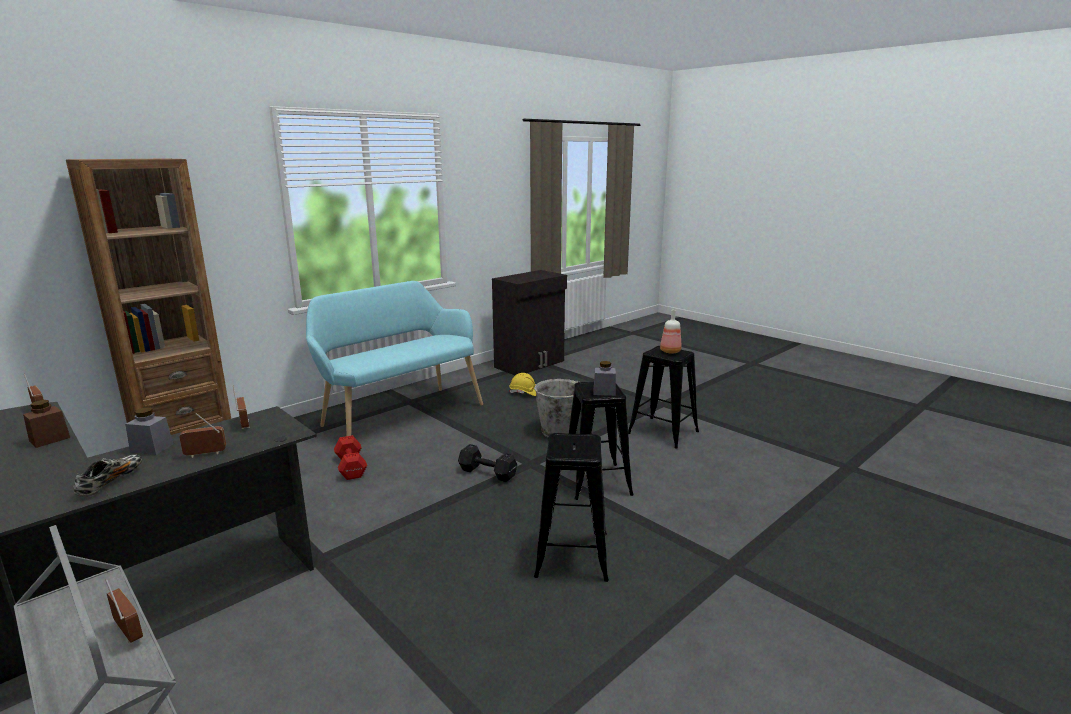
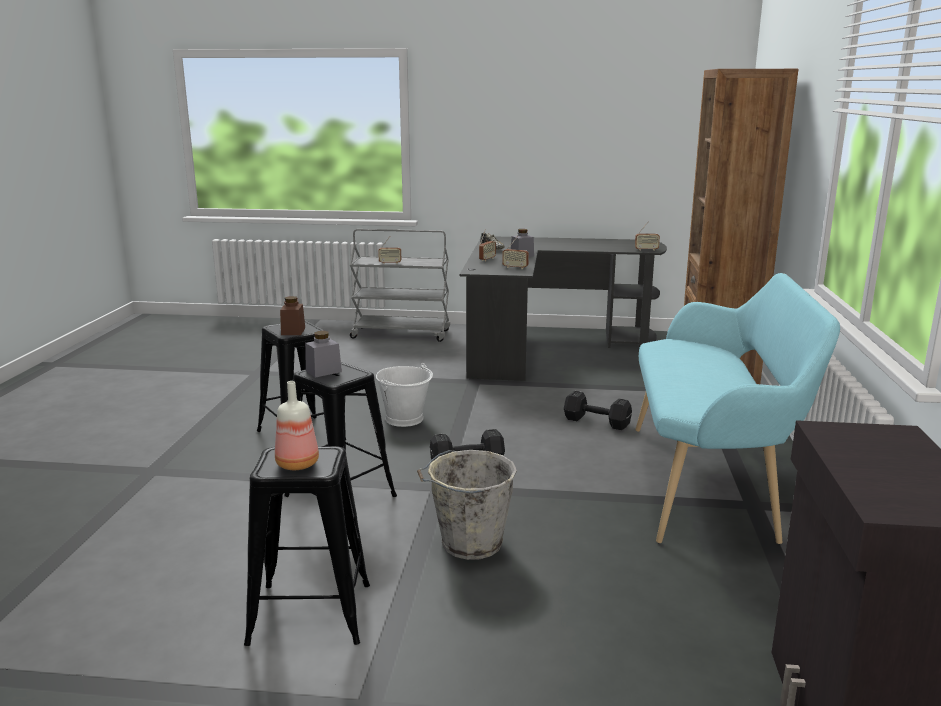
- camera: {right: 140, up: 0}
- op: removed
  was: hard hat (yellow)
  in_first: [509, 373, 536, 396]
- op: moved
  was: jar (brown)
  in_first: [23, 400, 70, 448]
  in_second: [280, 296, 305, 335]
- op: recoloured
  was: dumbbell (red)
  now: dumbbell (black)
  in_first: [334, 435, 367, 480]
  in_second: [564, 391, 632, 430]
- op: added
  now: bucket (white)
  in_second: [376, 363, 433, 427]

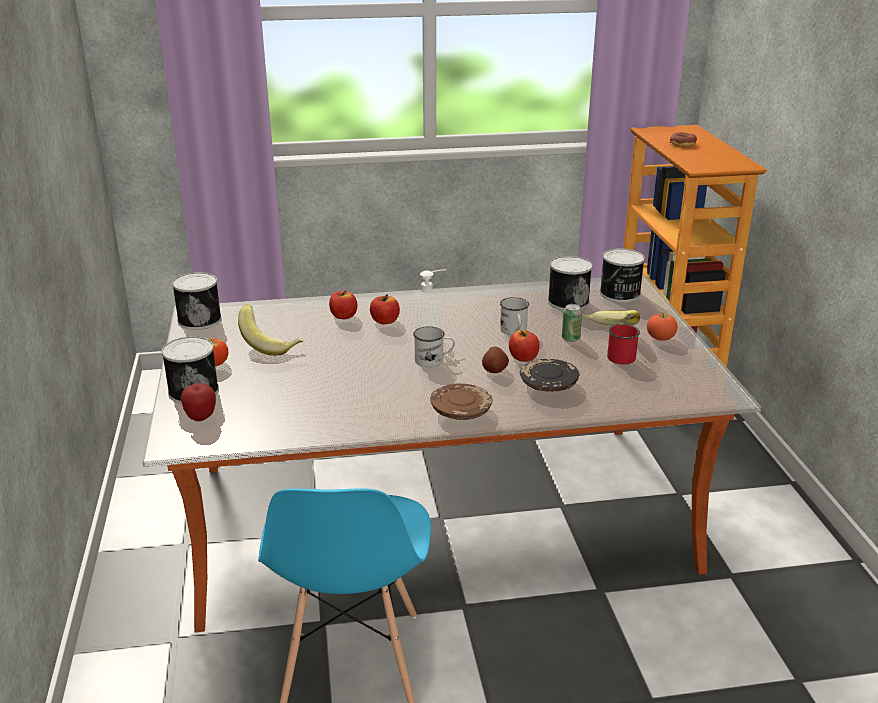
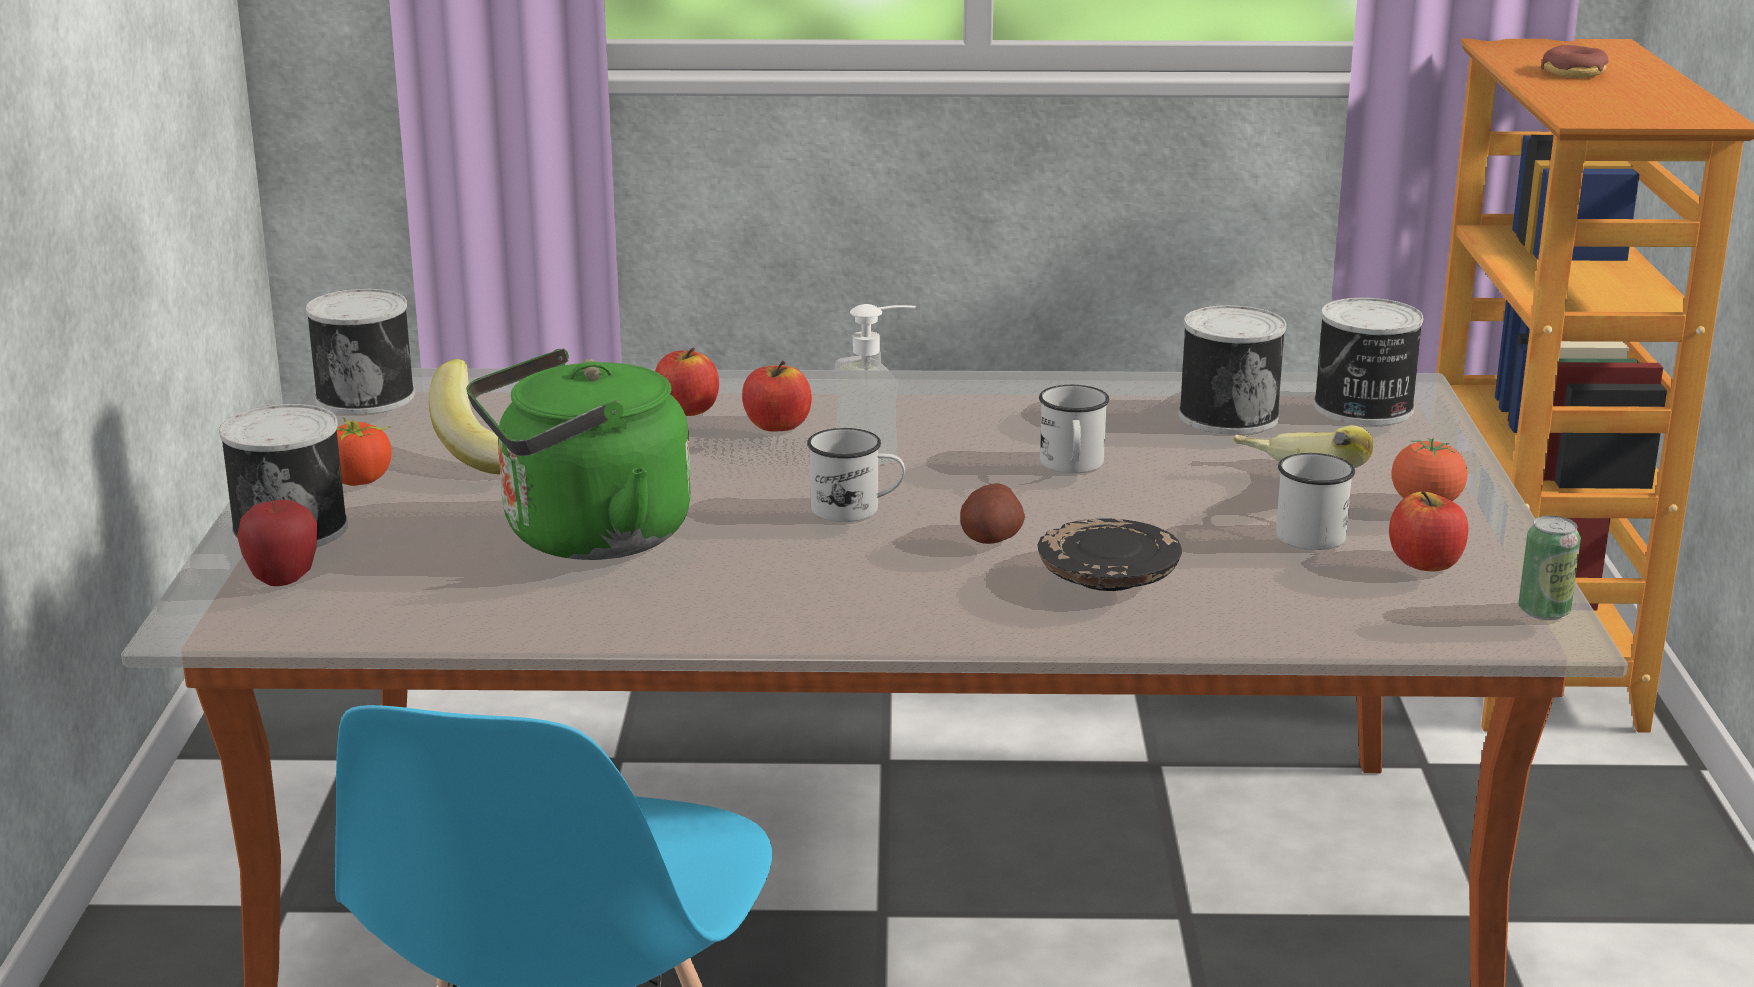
- camera: {right: 10, up: -5}
- op: moved
  was: can
  in_first: [562, 304, 582, 342]
  in_second: [1518, 515, 1581, 620]
- op: recoloured
  was: mug (red)
  now: mug (white)
  in_first: [607, 324, 640, 364]
  in_second: [1276, 453, 1355, 550]
- op: moved
  was: apple
  in_first: [509, 330, 539, 362]
  in_second: [1389, 491, 1468, 571]
- op: removed
  was: plate (brown)
  in_first: [430, 384, 493, 420]
- op: added
  now: kettle (green)
  in_second: [466, 348, 691, 560]

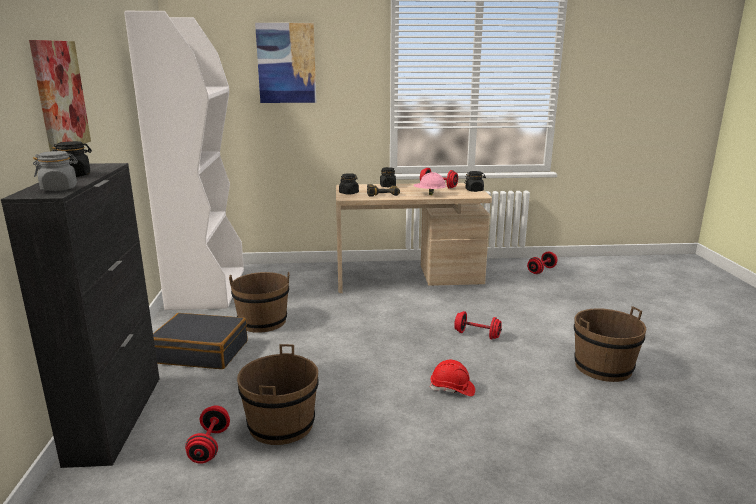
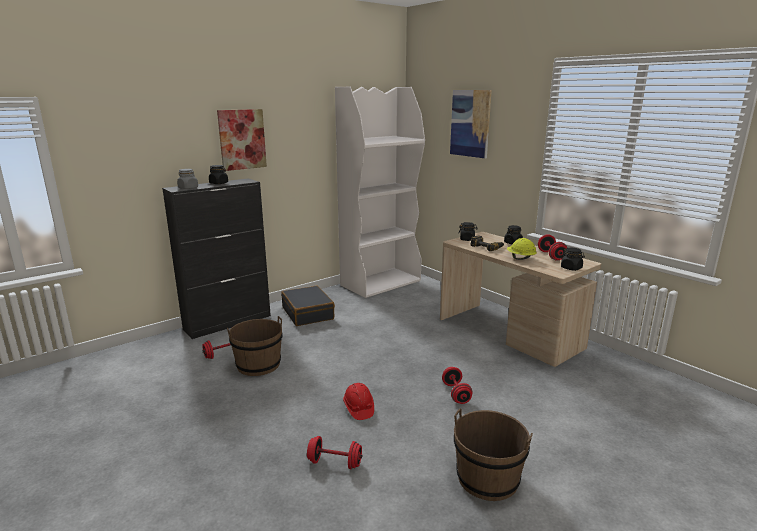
- camera: {right: 55, up: 0}
- op: recoloured
  was: hard hat (pink)
  now: hard hat (yellow)
  in_first: [413, 172, 447, 195]
  in_second: [507, 238, 537, 260]
- op: moved
  was: dumbbell (red)
  in_first: [527, 252, 557, 274]
  in_second: [307, 436, 362, 469]
- op: removed
  was: bucket (brown)
  in_first: [229, 272, 289, 333]

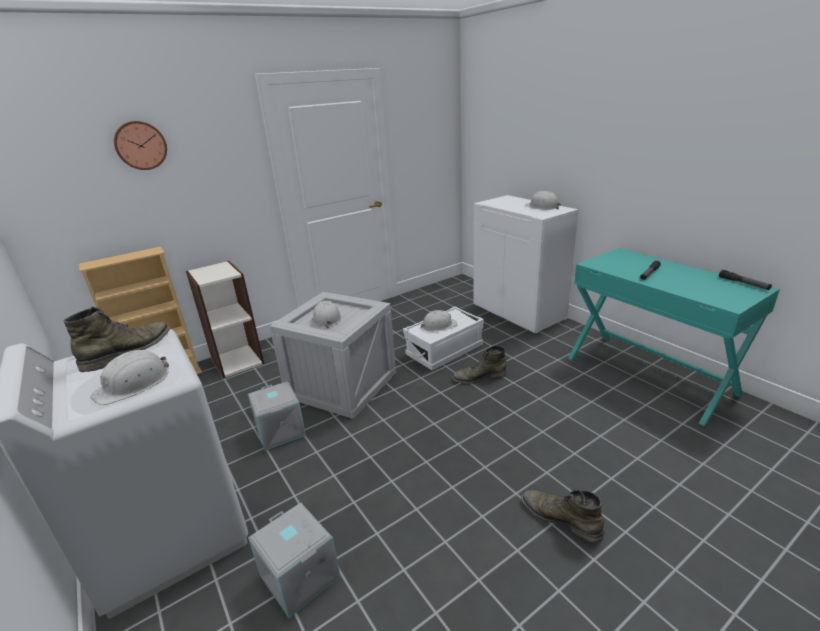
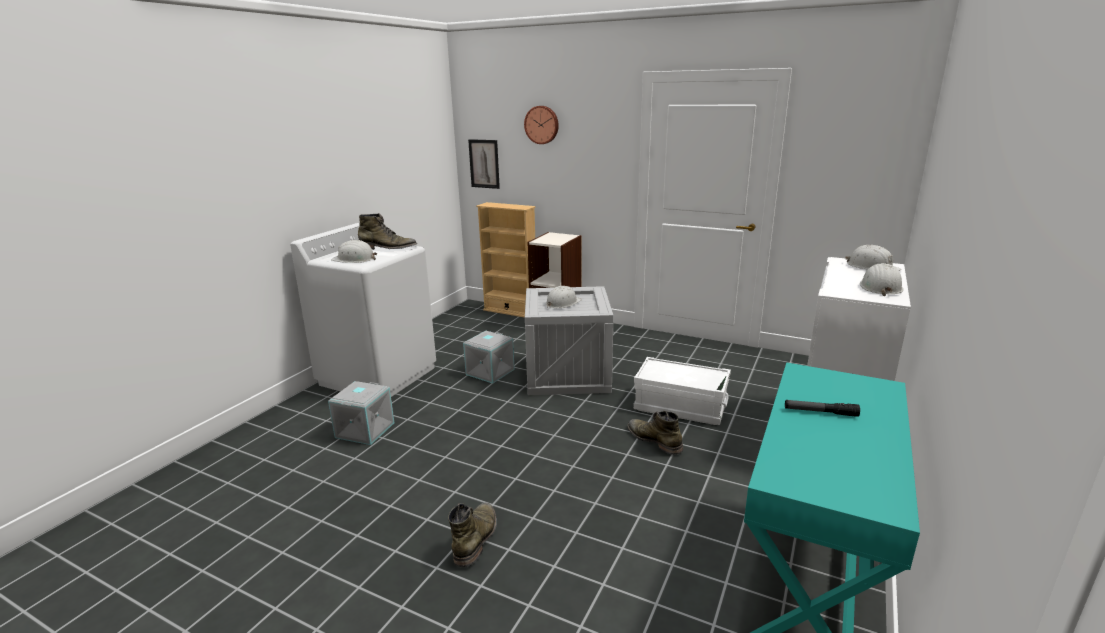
- camera: {right: 60, up: -5}
- op: removed
  was: flashlight
  in_first: [719, 270, 772, 290]
- op: moved
  was: hard hat (white)
  in_first: [421, 310, 458, 331]
  in_second: [845, 245, 901, 271]
- op: added
  now: picture
  in_second: [468, 139, 500, 189]

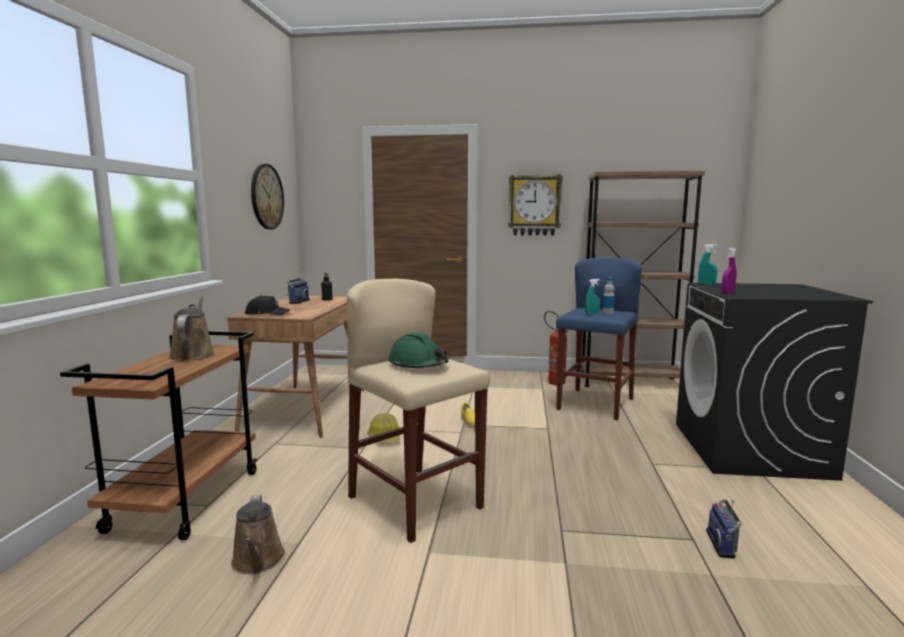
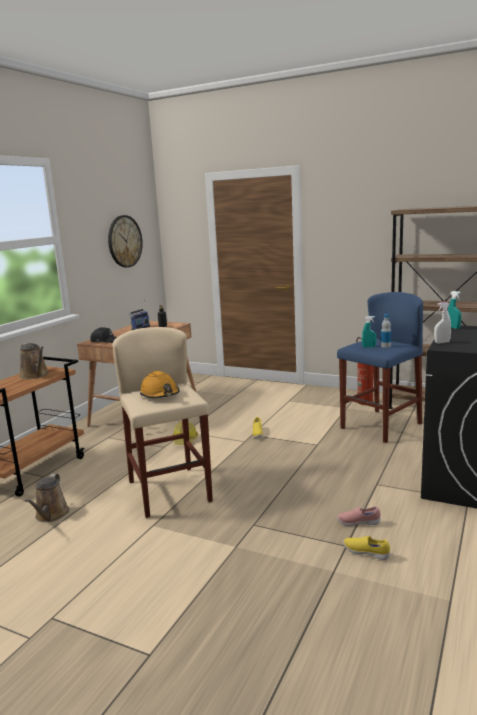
- camera: {right: 20, up: 5}
- op: removed
  was: wall clock
  in_first: [508, 174, 563, 236]
- op: recoloured
  was: spray bottle (purple)
  now: spray bottle (white)
  in_first: [721, 248, 736, 294]
  in_second: [434, 302, 451, 343]
- op: turned
  was: watering can (brown)
  in_first: [168, 294, 215, 361]
  in_second: [20, 343, 49, 379]
  clockwise: 135
- op: recoloured
  was: hard hat (green)
  now: hard hat (orange)
  in_first: [388, 333, 449, 368]
  in_second: [140, 371, 179, 398]
- op: replaced
  was: radio
  now: shoe (yellow)
  in_first: [706, 498, 742, 559]
  in_second: [343, 536, 390, 560]
- op: added
  now: shoe (pink)
  in_second: [337, 506, 381, 526]

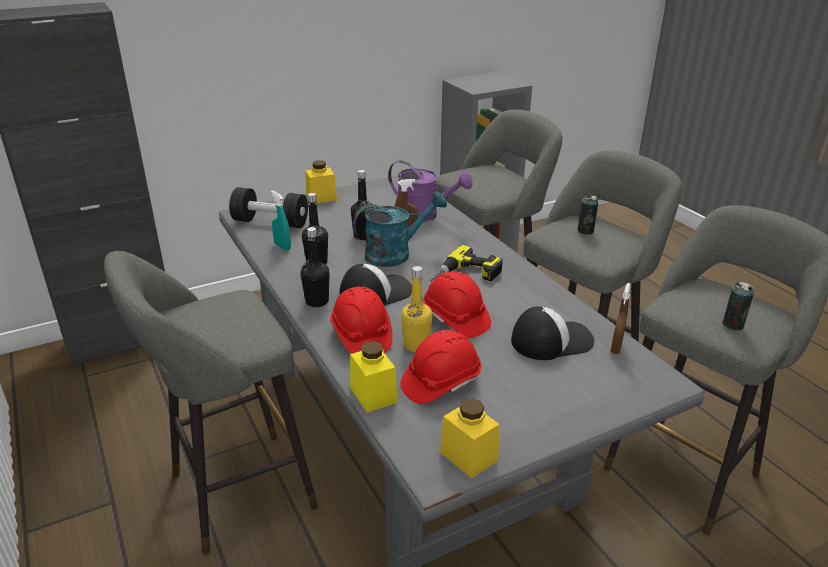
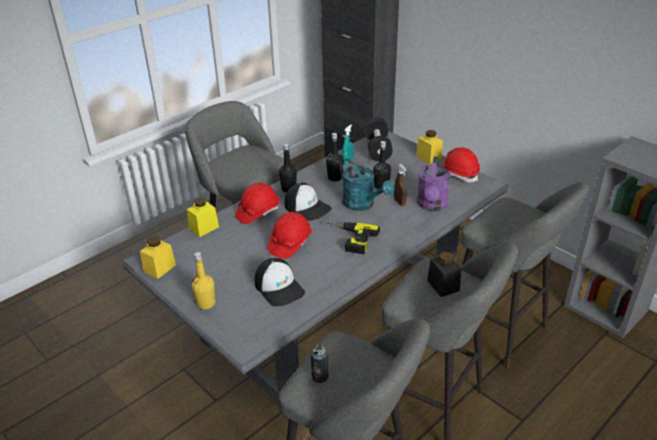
- camera: {right: 75, up: 5}
- op: replaced
  was: can
  now: jar (black)
  in_first: [577, 195, 598, 235]
  in_second: [427, 252, 461, 297]
- op: moved
  was: bottle (yellow)
  in_first: [401, 266, 433, 352]
  in_second: [191, 252, 216, 309]
- op: removed
  was: spray bottle (brown)
  in_first: [611, 283, 631, 354]
- op: moved
  was: hard hat (red)
  in_first: [400, 330, 481, 404]
  in_second: [442, 147, 480, 183]

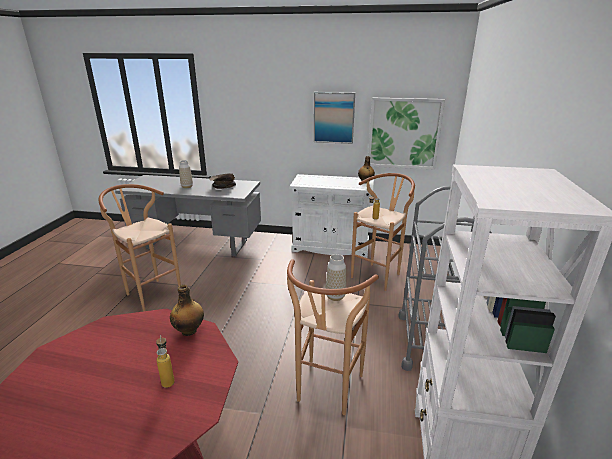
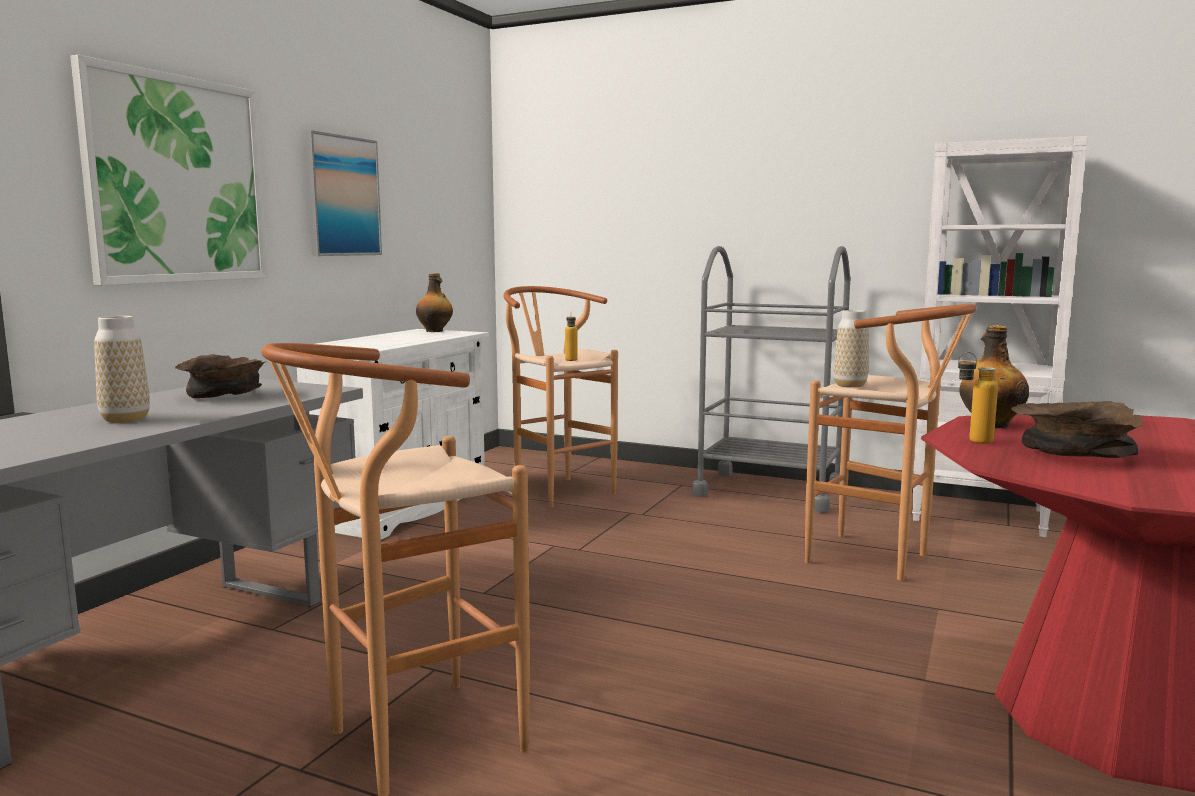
- camera: {right: -75, up: -15}
- op: moved
  was: picture
  in_first: [368, 98, 445, 170]
  in_second: [70, 55, 268, 285]
- op: moved
  was: bottle
  in_first: [156, 335, 175, 388]
  in_second: [958, 352, 998, 444]
- op: added
  now: bowl (brown)
  in_second: [1011, 401, 1144, 458]

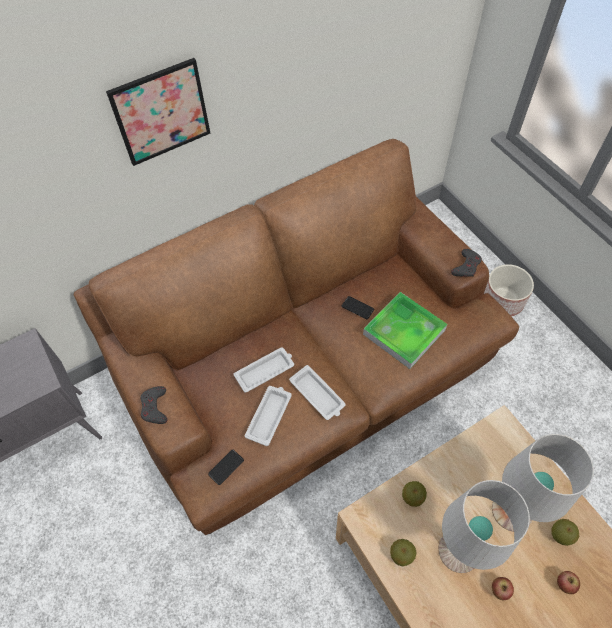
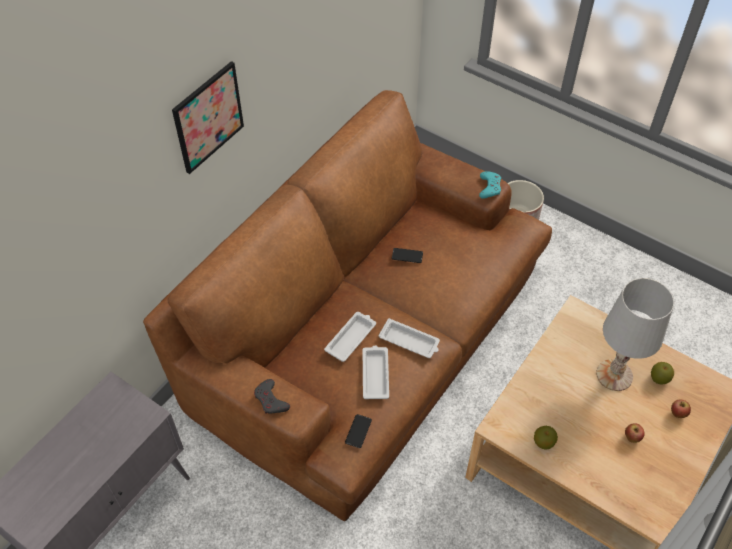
- camera: {right: -25, up: -5}
- op: recoloured
  was: game controller (grey)
  now: game controller (turquoise)
  in_first: [451, 249, 482, 277]
  in_second: [479, 171, 501, 199]
- op: removed
  was: tray
  in_first: [363, 292, 447, 369]
- op: removed
  was: table lamp (white)
  in_first: [439, 480, 530, 573]
- op: removed
  was: apple
  in_first: [402, 481, 427, 507]

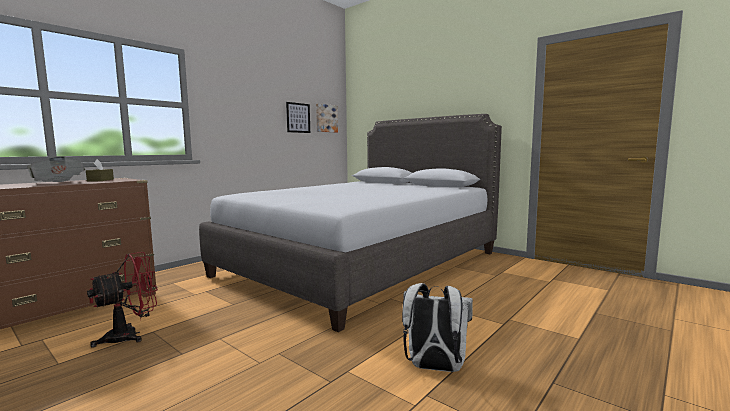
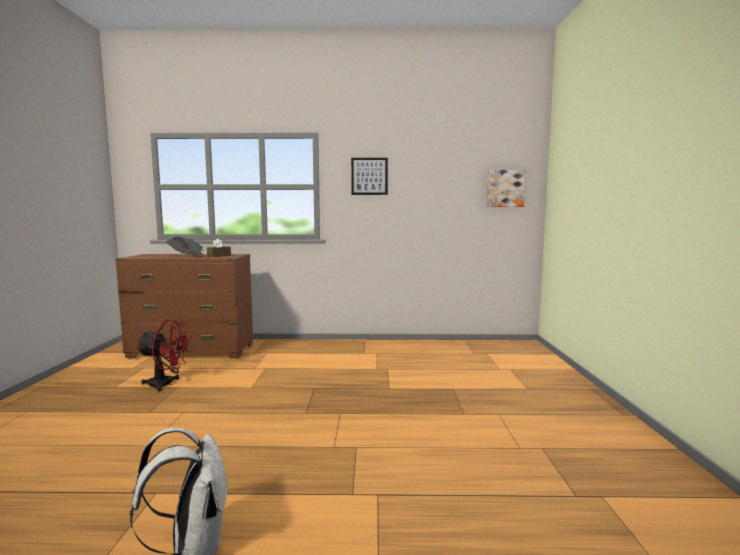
- camera: {right: 50, up: 0}
- op: moved
  was: picture
  in_first: [286, 102, 310, 133]
  in_second: [351, 158, 388, 195]
- op: removed
  was: bed (grey)
  in_first: [199, 114, 502, 332]

